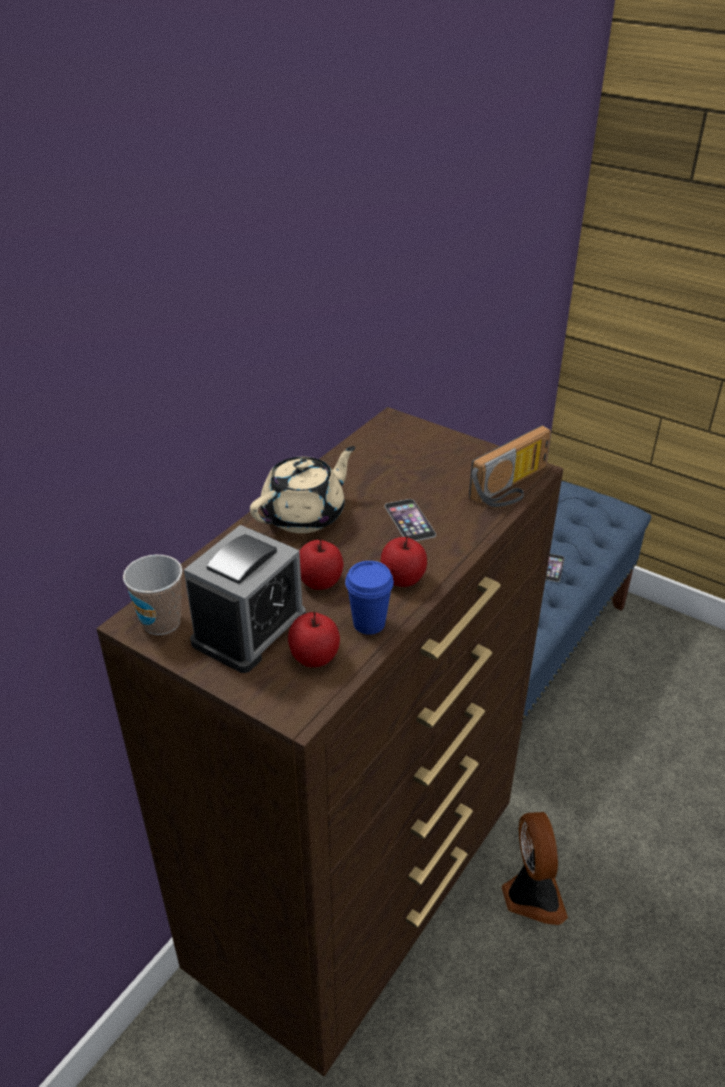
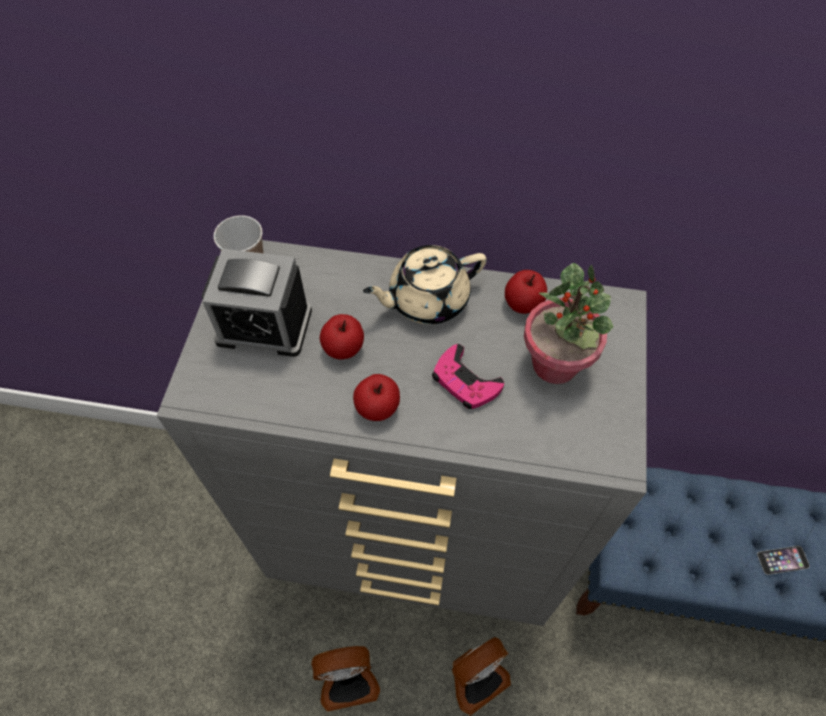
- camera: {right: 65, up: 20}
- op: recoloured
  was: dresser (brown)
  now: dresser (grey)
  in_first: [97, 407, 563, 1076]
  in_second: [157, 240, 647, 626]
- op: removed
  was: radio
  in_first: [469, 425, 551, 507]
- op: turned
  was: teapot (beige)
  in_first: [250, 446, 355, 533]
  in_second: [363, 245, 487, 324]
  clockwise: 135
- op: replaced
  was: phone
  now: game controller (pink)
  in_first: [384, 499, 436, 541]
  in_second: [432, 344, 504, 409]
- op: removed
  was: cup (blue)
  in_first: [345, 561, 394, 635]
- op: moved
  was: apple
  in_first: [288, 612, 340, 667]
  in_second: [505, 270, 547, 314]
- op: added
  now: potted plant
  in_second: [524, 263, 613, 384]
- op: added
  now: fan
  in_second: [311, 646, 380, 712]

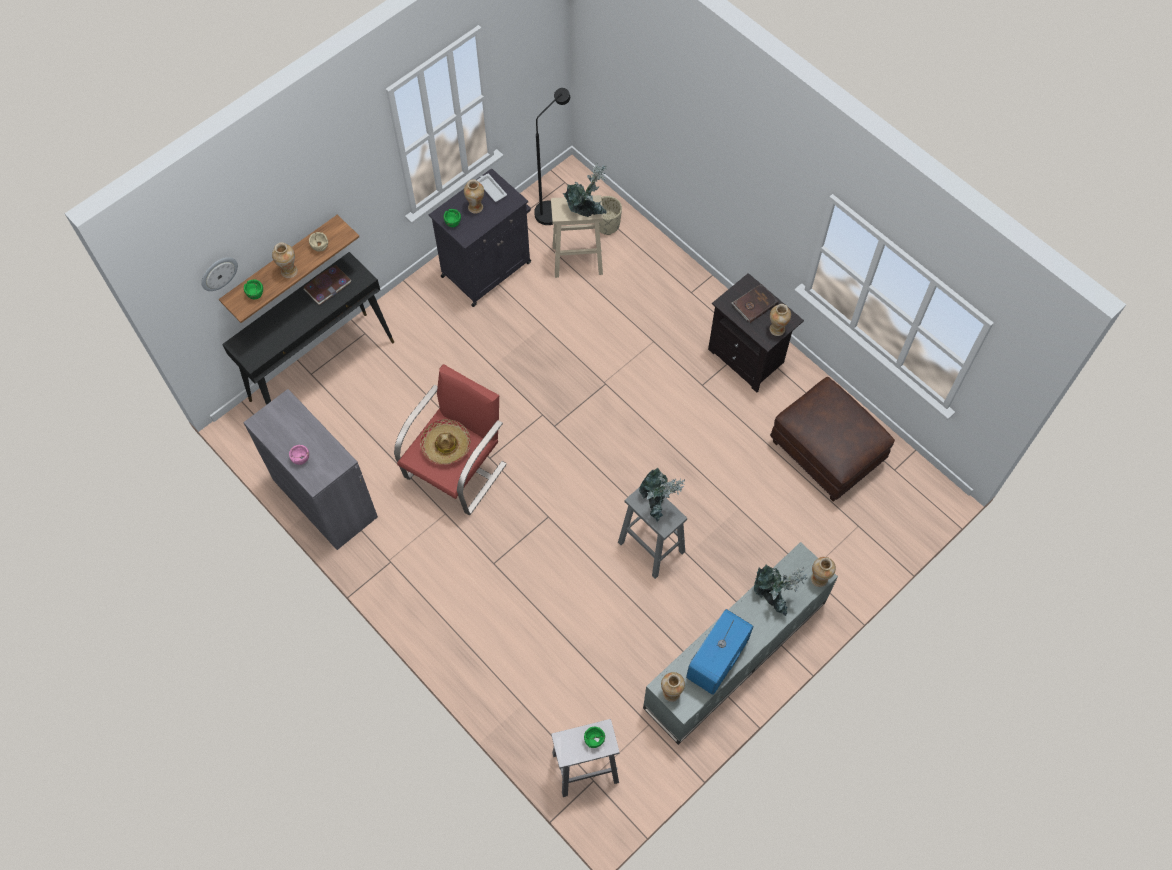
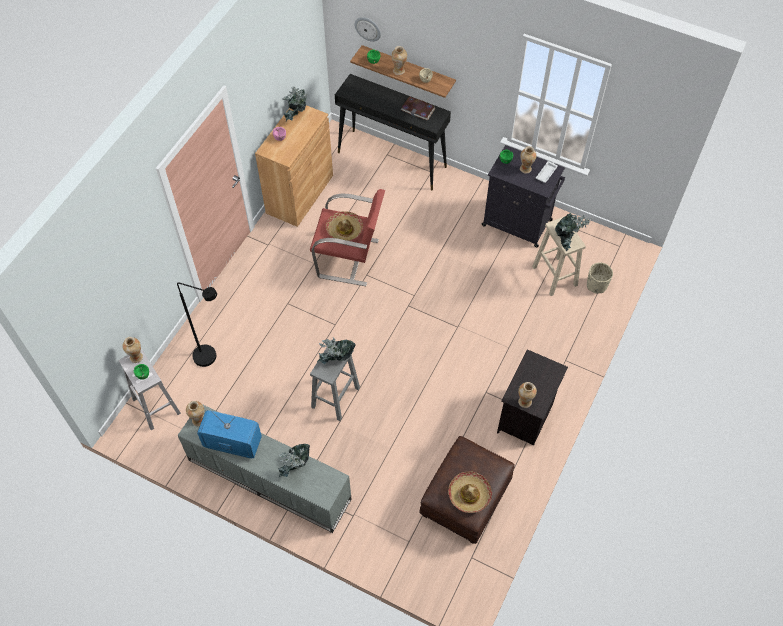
- camera: {right: 70, up: -5}
- op: moved
  was: floor lamp (black)
  in_first: [534, 88, 570, 225]
  in_second: [177, 283, 217, 367]
- op: removed
  was: book (brown)
  in_first: [732, 284, 779, 323]
- op: recoloured
  was: cabinet (grey)
  now: cabinet (brown)
  in_first: [243, 389, 378, 550]
  in_second: [255, 105, 333, 227]
- op: moved
  was: vase
  in_first: [811, 557, 836, 587]
  in_second: [123, 337, 143, 363]
- op: added
  now: potted plant
  in_second: [283, 86, 308, 121]
- op: added
  now: hat
  in_second: [448, 471, 492, 513]

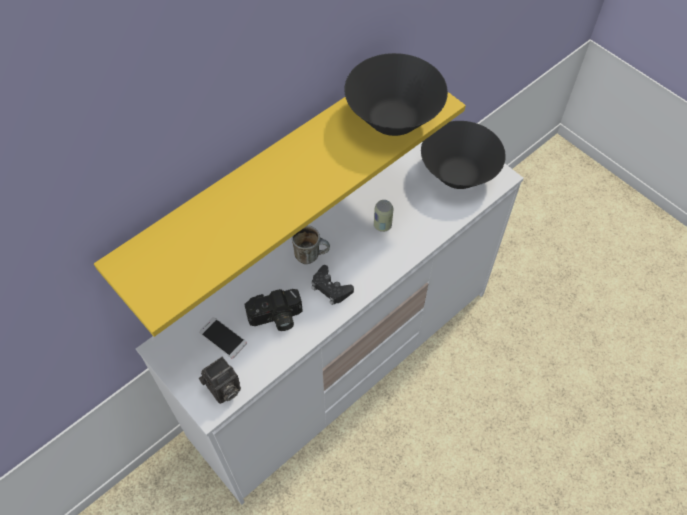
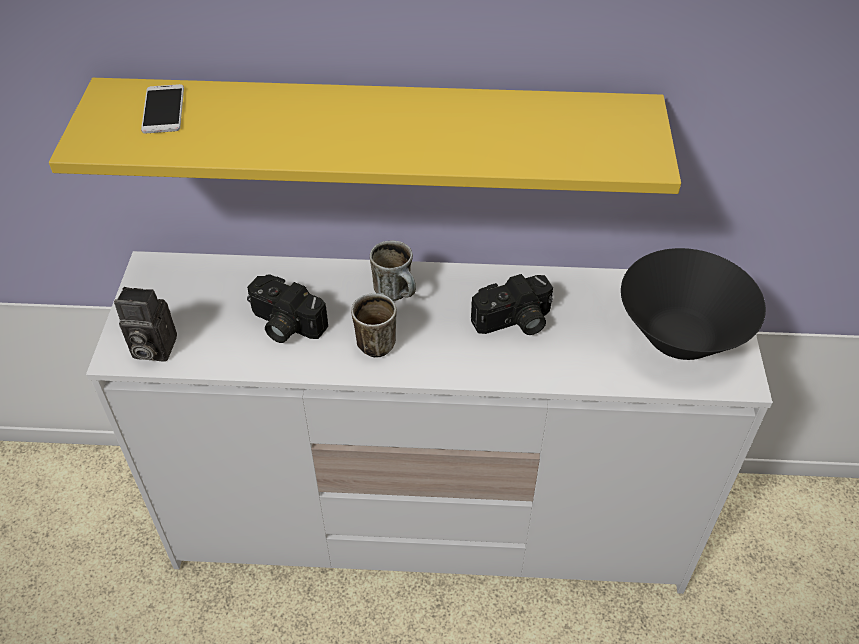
- camera: {right: 45, up: -10}
- op: removed
  was: bowl (black)
  in_first: [344, 53, 448, 136]
- op: replaced
  was: can
  now: photo camera
  in_first: [374, 200, 394, 232]
  in_second: [471, 274, 553, 335]
- op: replaced
  was: game controller (black)
  now: mug
  in_first: [312, 265, 354, 305]
  in_second: [351, 293, 397, 358]
- op: moved
  was: phone
  in_first: [199, 317, 247, 358]
  in_second: [141, 84, 184, 134]

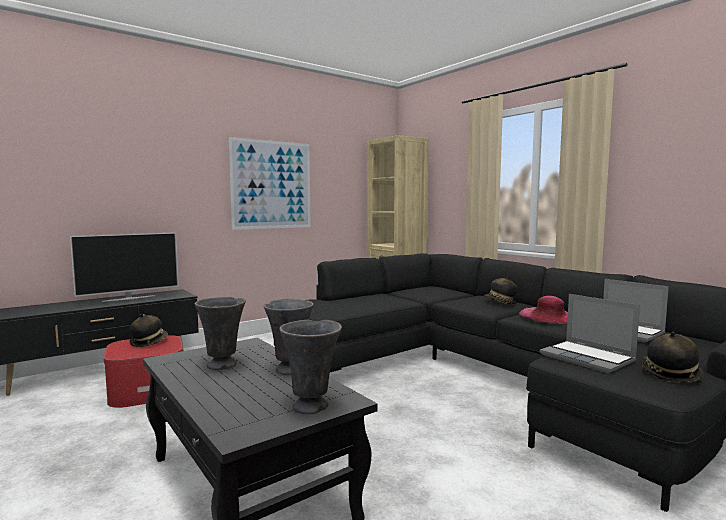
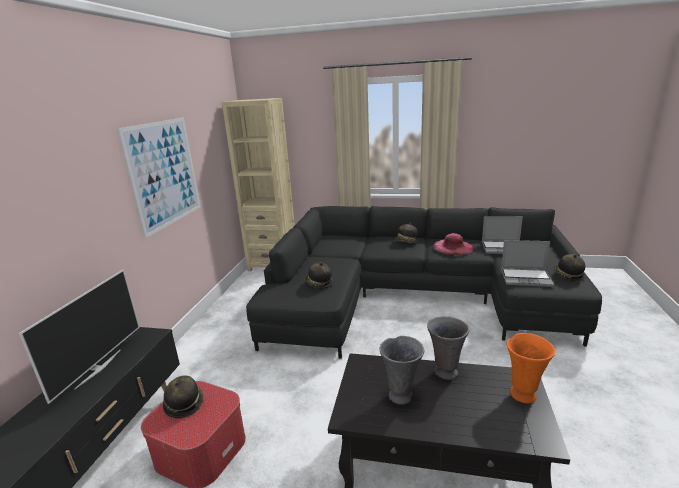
- camera: {right: -40, up: 15}
- op: recoloured
  was: vase (grey)
  now: vase (orange)
  in_first: [279, 320, 342, 414]
  in_second: [507, 333, 555, 404]
- op: added
  now: hat
  in_second: [305, 262, 333, 289]

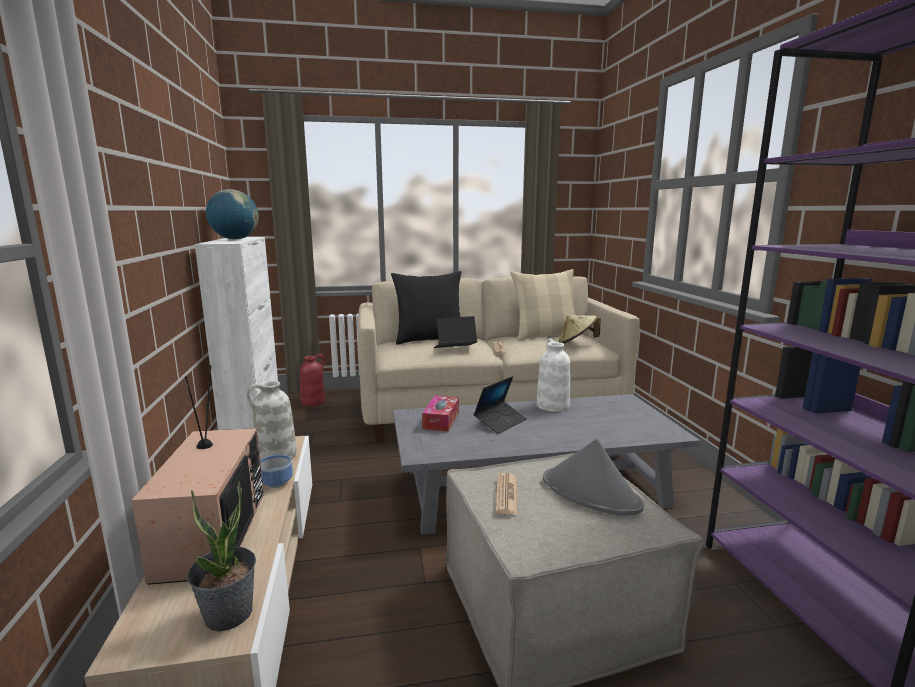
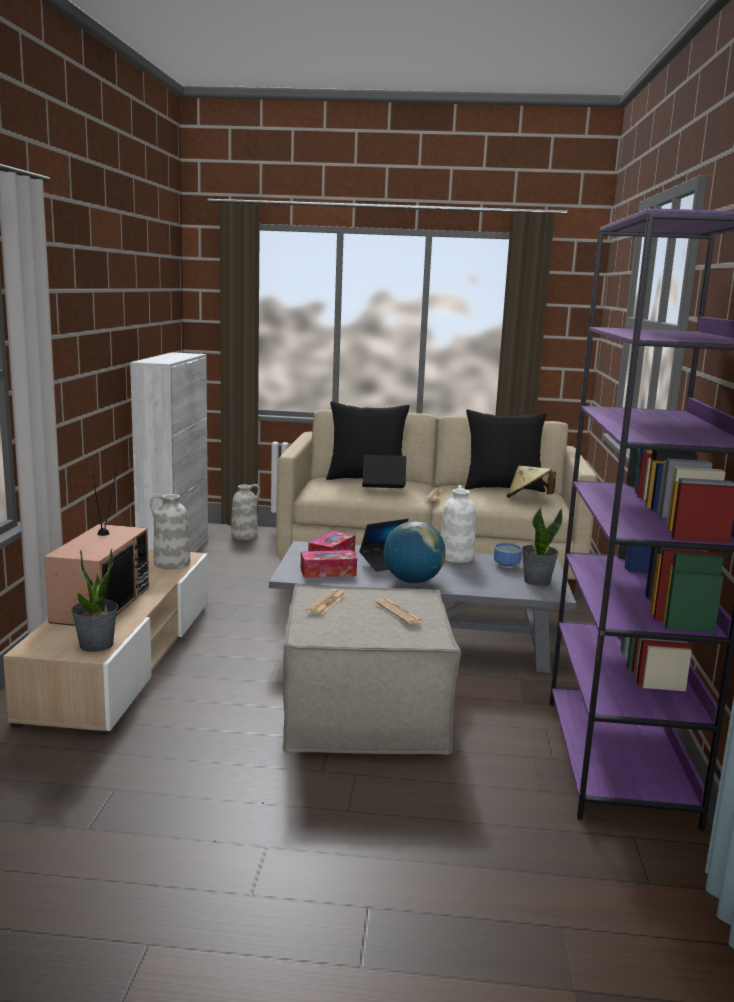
- camera: {right: 15, up: 0}
- op: moved
  was: globe
  in_first: [206, 189, 259, 239]
  in_second: [384, 521, 446, 583]
- op: recoloured
  was: pillow (beige)
  now: pillow (black)
  in_first: [511, 269, 581, 340]
  in_second: [465, 410, 547, 492]
- op: recoloured
  was: vase (red)
  now: vase (white)
  in_first: [300, 354, 325, 406]
  in_second: [231, 484, 260, 540]
- op: replaced
  was: hat (grey)
  now: newspaper
  in_first: [543, 439, 644, 516]
  in_second: [376, 598, 424, 624]
- op: moved
  was: bowl
  in_first: [260, 455, 293, 488]
  in_second: [494, 543, 522, 568]
- op: added
  now: potted plant
  in_second: [522, 507, 562, 586]
- op: added
  now: tissue box
  in_second: [301, 550, 357, 578]

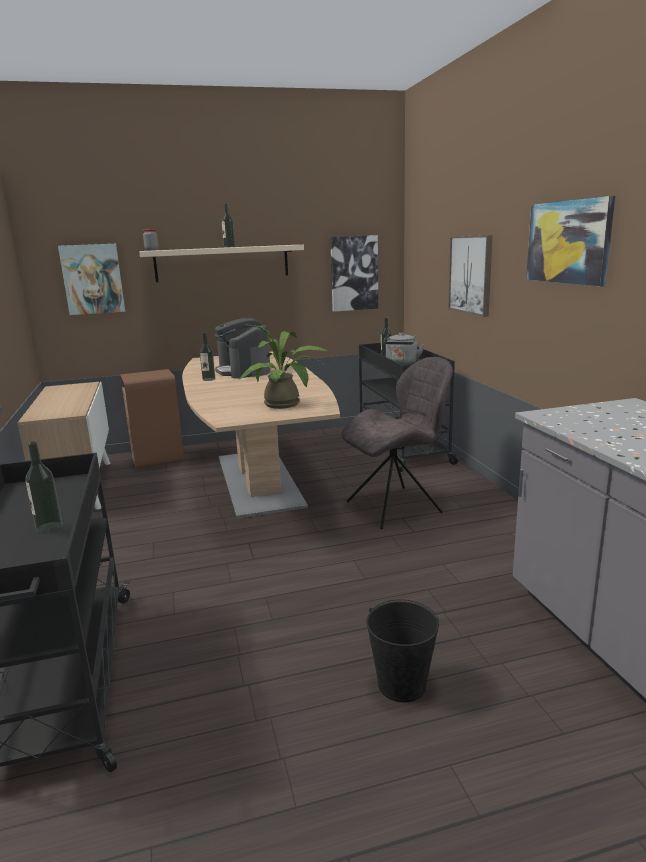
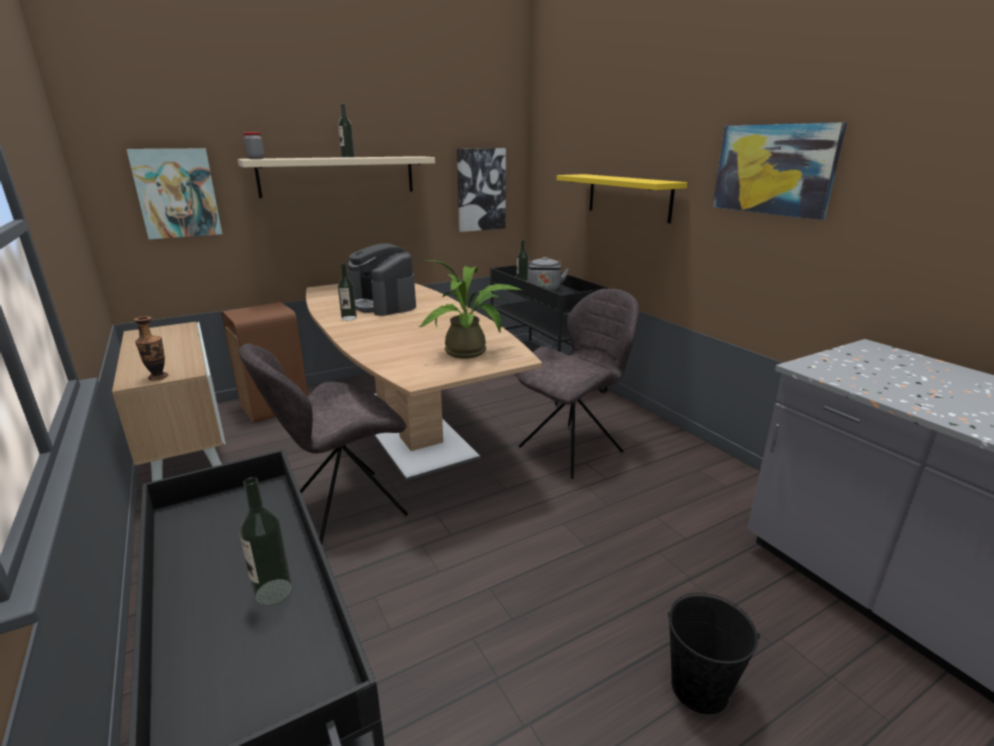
- camera: {right: -15, up: 5}
- op: replaced
  was: picture
  now: shelf (yellow)
  in_first: [448, 235, 493, 317]
  in_second: [557, 174, 687, 223]
- op: added
  now: vase
  in_second: [134, 316, 168, 381]
- op: added
  now: chair (grey)
  in_second: [238, 343, 408, 545]

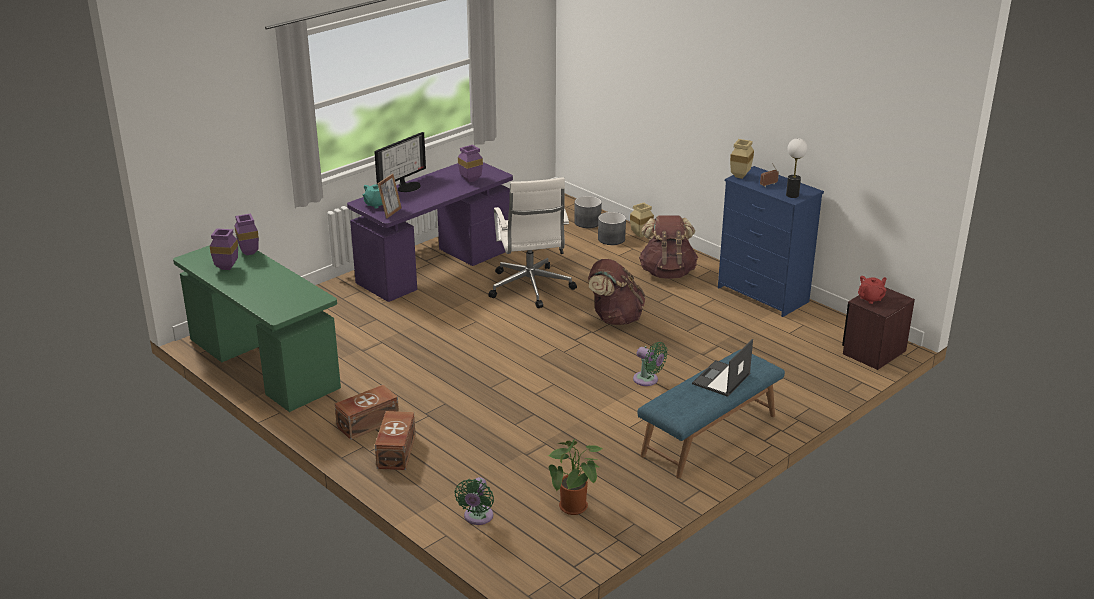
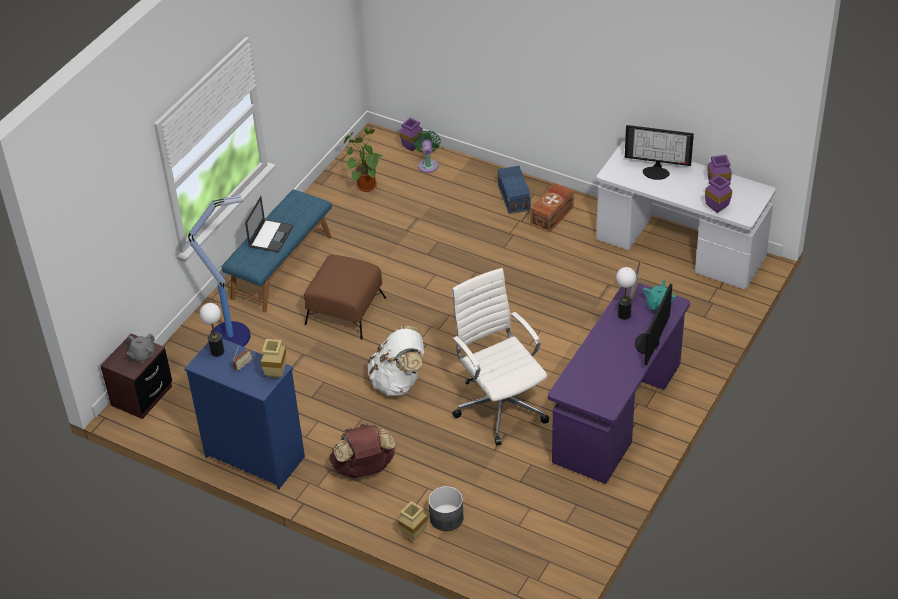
- camera: {right: 165, up: 15}
- op: moved
  was: vase (purple)
  in_first: [458, 145, 483, 183]
  in_second: [400, 118, 423, 151]
- op: removed
  was: planter (grey)
  in_first: [575, 196, 602, 228]
- op: recoloured
  was: desk (green)
  now: desk (white)
  in_first: [173, 244, 341, 412]
  in_second: [596, 141, 776, 289]
- op: recoloured
  was: backpack (brown)
  now: backpack (white)
  in_first: [588, 259, 645, 325]
  in_second: [367, 326, 424, 396]
- op: recoloured
  was: teapot (red)
  now: teapot (grey)
  in_first: [858, 276, 887, 304]
  in_second: [126, 333, 155, 363]
- op: replaced
  was: fan (green)
  now: ottoman (brown)
  in_first: [633, 342, 668, 386]
  in_second: [304, 255, 386, 340]
- op: recoloured
  was: storage box (brown)
  now: storage box (blue)
  in_first: [375, 411, 416, 470]
  in_second: [498, 166, 531, 214]
- op: added
  now: monitor
  in_second: [625, 125, 694, 180]
- op: added
  now: floor lamp
  in_second: [188, 195, 251, 347]
- op: added
  now: table lamp
  in_second: [616, 267, 636, 320]

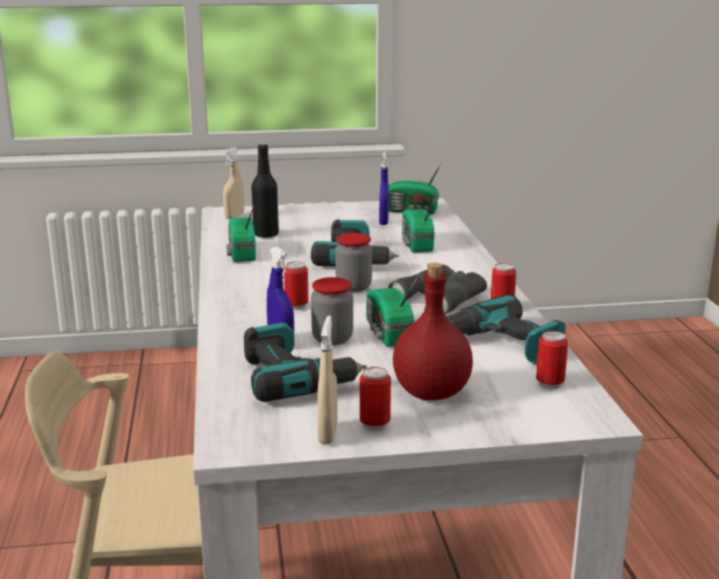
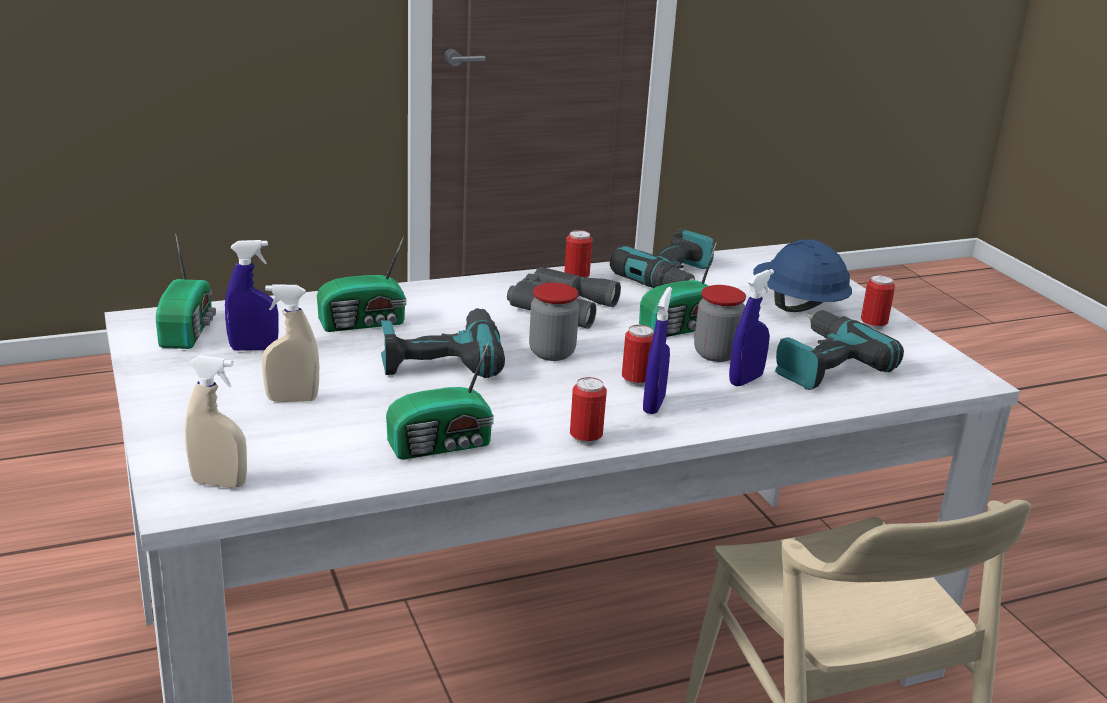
- camera: {right: -105, up: 5}
- op: removed
  was: bottle (black)
  in_first: [251, 144, 279, 238]
- op: replaced
  was: bottle (red)
  now: hard hat (blue)
  in_first: [393, 263, 473, 400]
  in_second: [753, 240, 852, 312]
- op: moved
  was: spray bottle (beige)
  in_first: [317, 316, 338, 444]
  in_second: [262, 284, 319, 402]
- op: moved
  was: can
  in_first: [536, 331, 568, 389]
  in_second: [570, 377, 607, 446]
- op: added
  now: spray bottle (blue)
  in_second: [643, 287, 672, 414]

